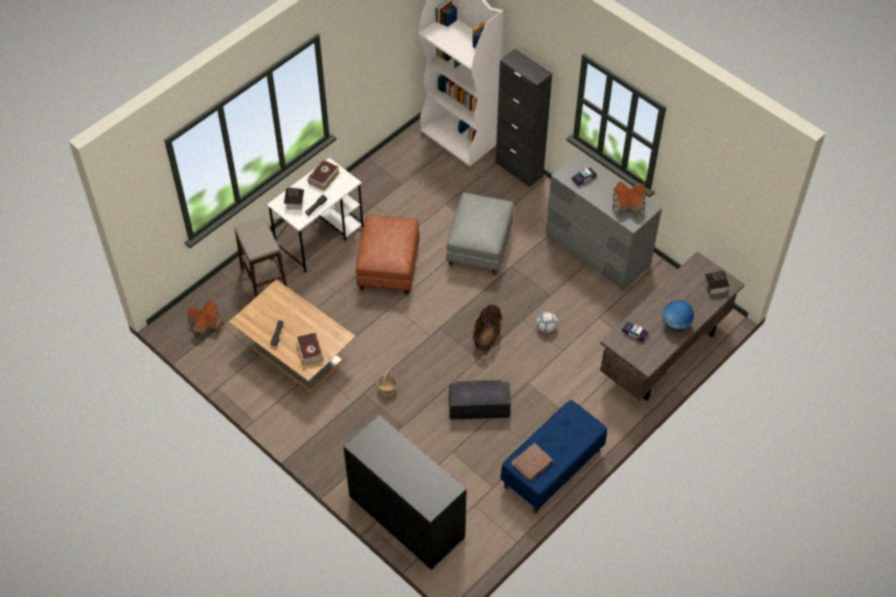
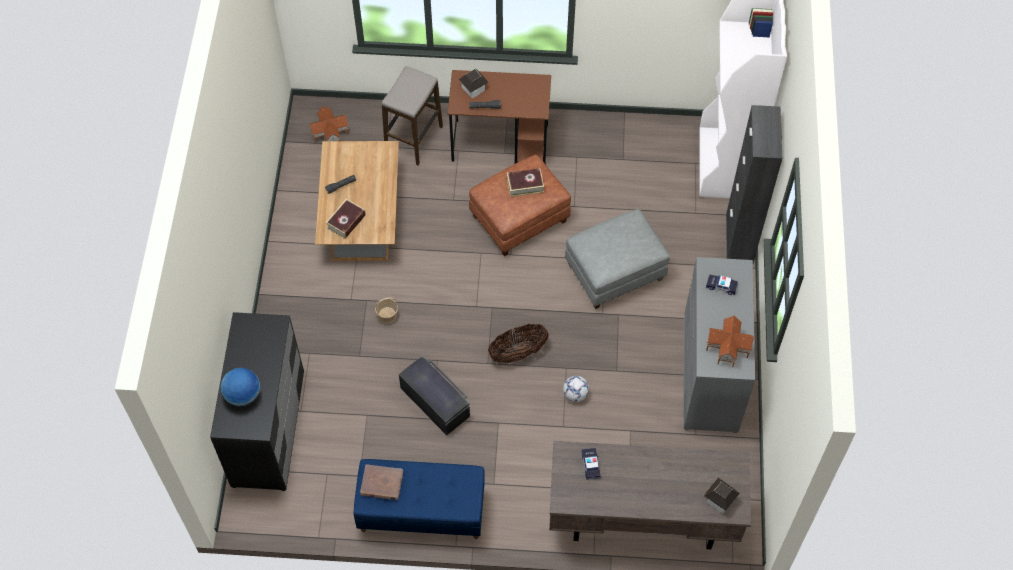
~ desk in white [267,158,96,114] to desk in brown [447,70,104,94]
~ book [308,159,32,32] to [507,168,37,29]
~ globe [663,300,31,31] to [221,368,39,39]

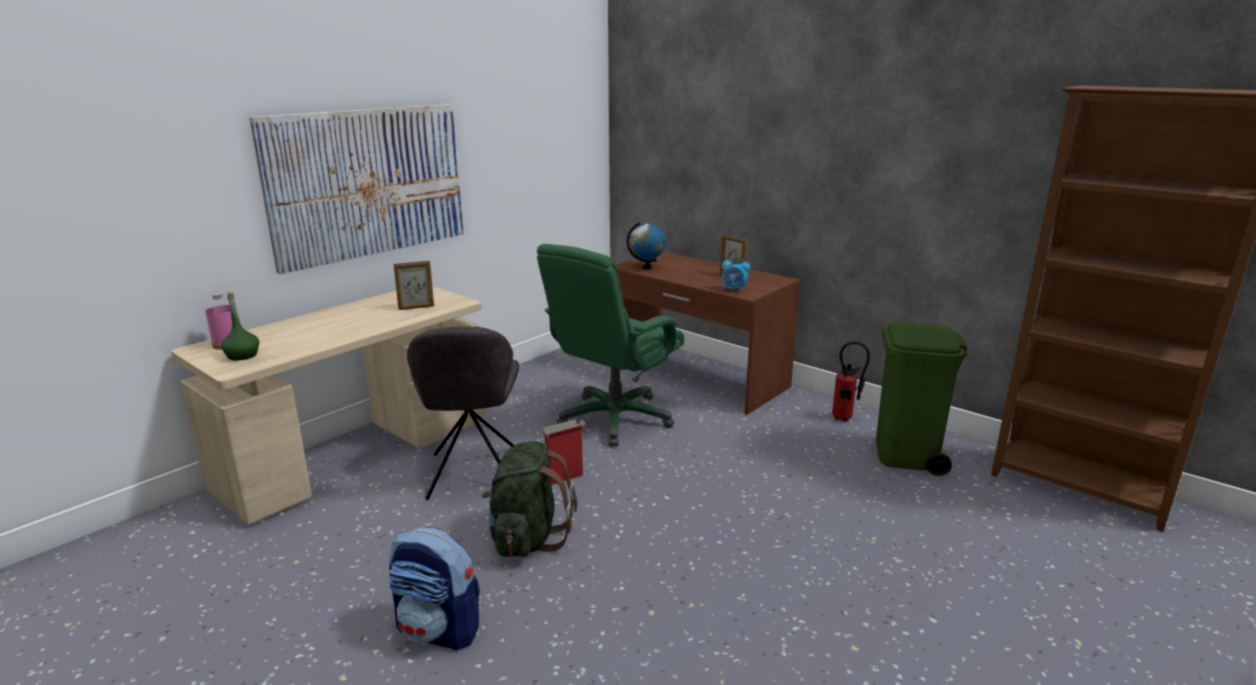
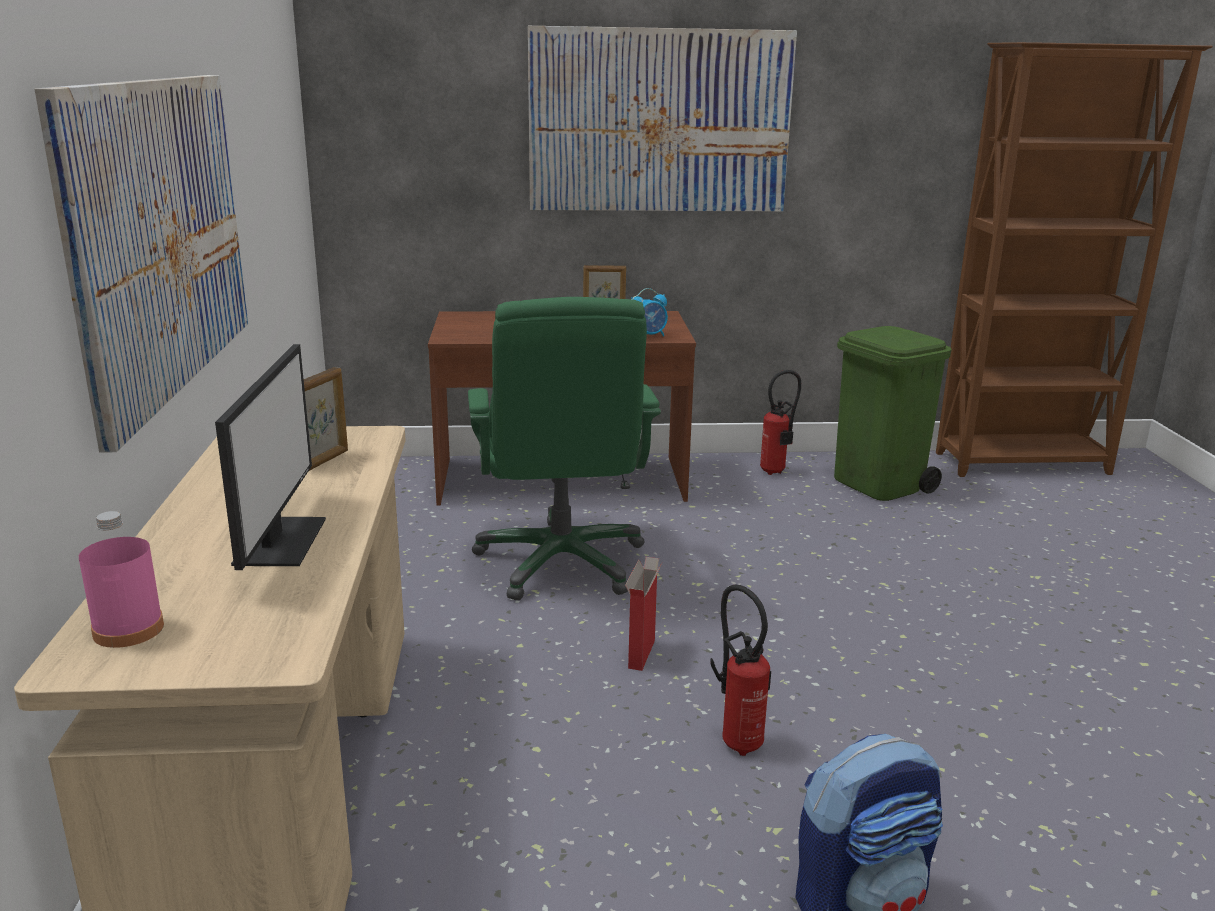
- globe [627,222,39,48]
- bottle in green [221,292,38,68]
- chair in grey [407,327,112,173]
~ backpack in green [482,441,95,117] to fire extinguisher [710,585,61,171]
+ picture [528,26,269,185]
+ monitor [215,344,111,226]

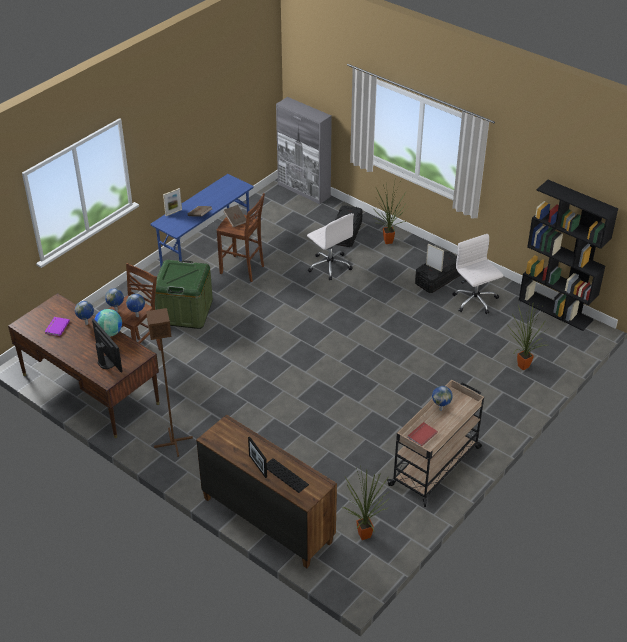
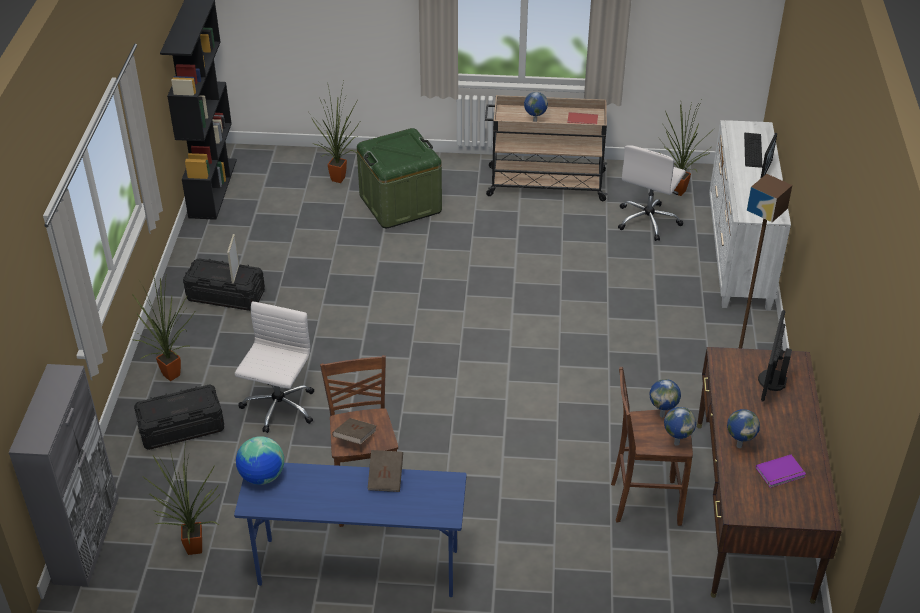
- picture frame [163,188,19,28]
~ office chair in white [452,234,51,80] to [618,146,68,95]
~ storage box in green [155,260,58,69] to [357,128,85,100]
~ globe [95,309,27,28] to [236,436,48,49]
~ dresser in brown [196,414,141,154] to dresser in white [709,120,82,190]
+ potted plant [143,441,78,114]

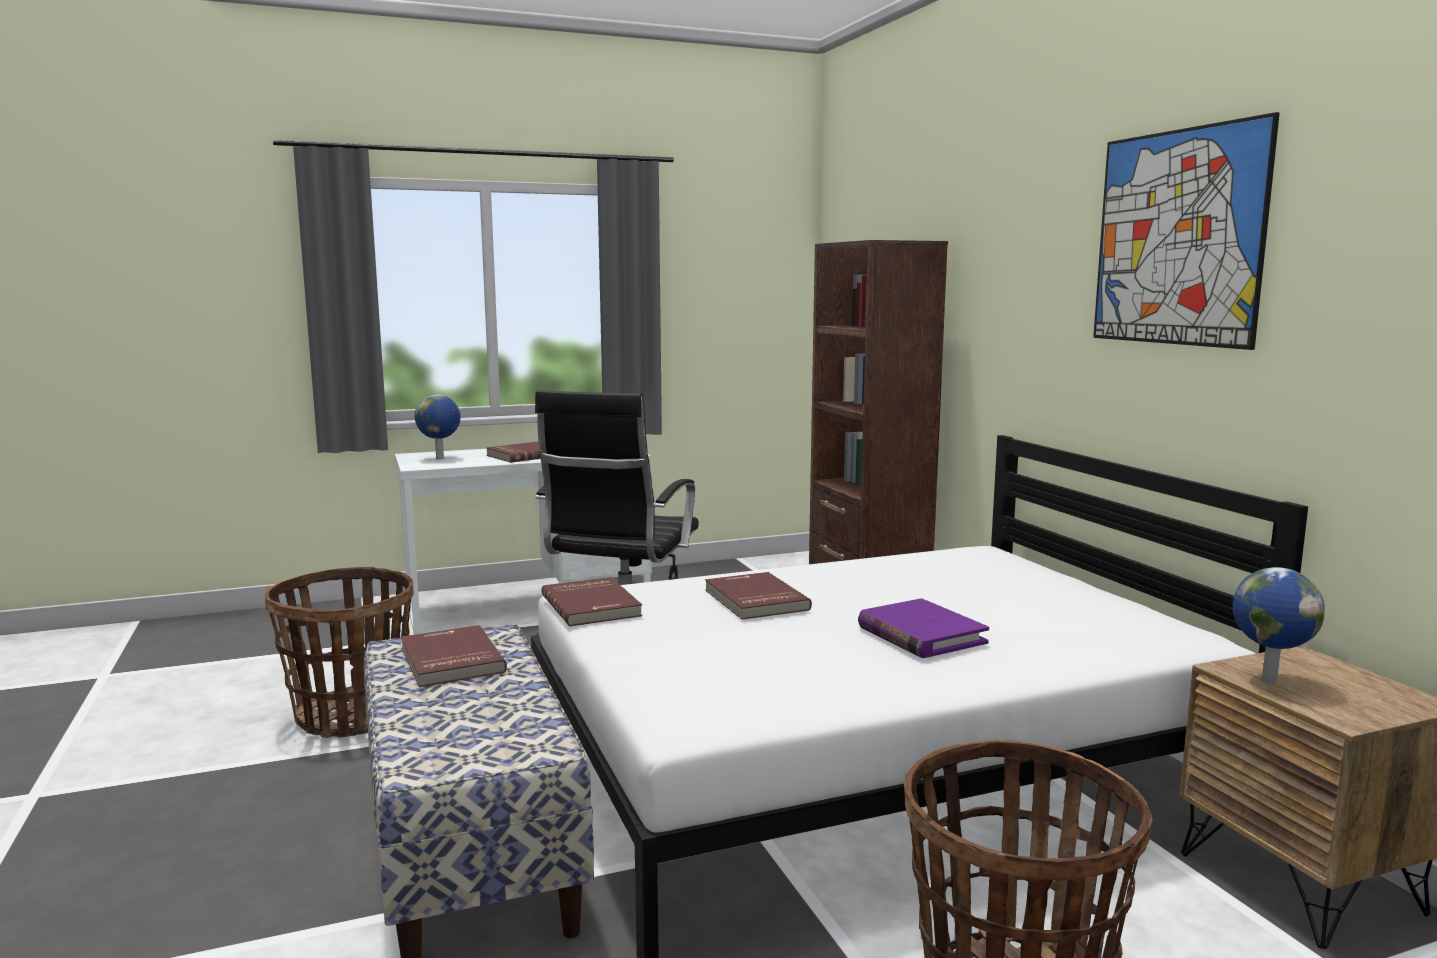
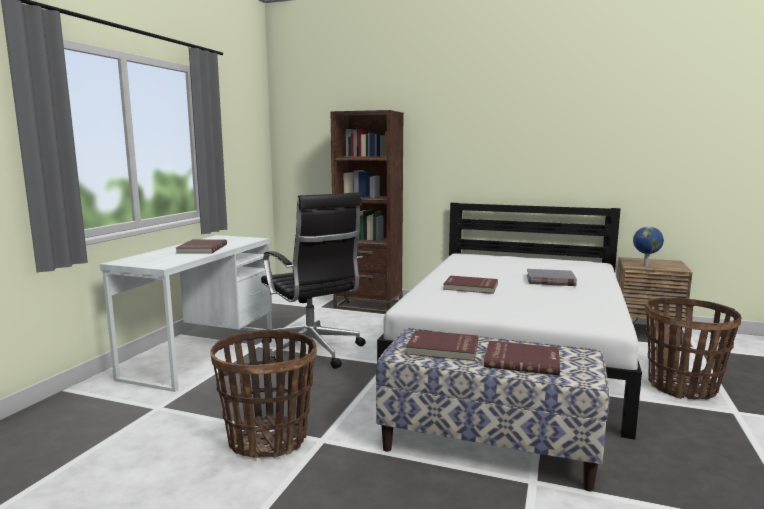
- picture [1093,112,187,238]
- globe [415,394,46,66]
~ book in red [542,577,100,49] to [484,341,76,34]
~ book in purple [858,598,131,60] to book in grey [527,269,50,17]

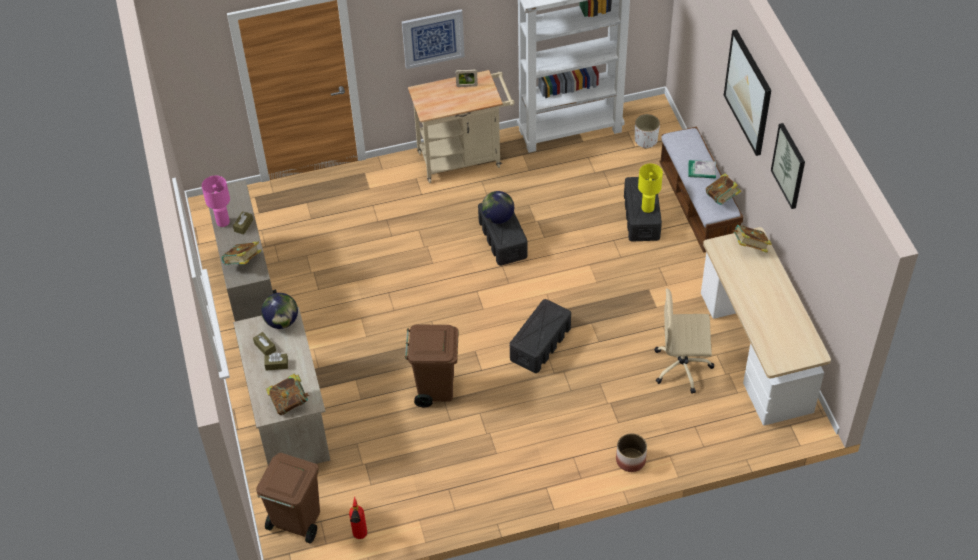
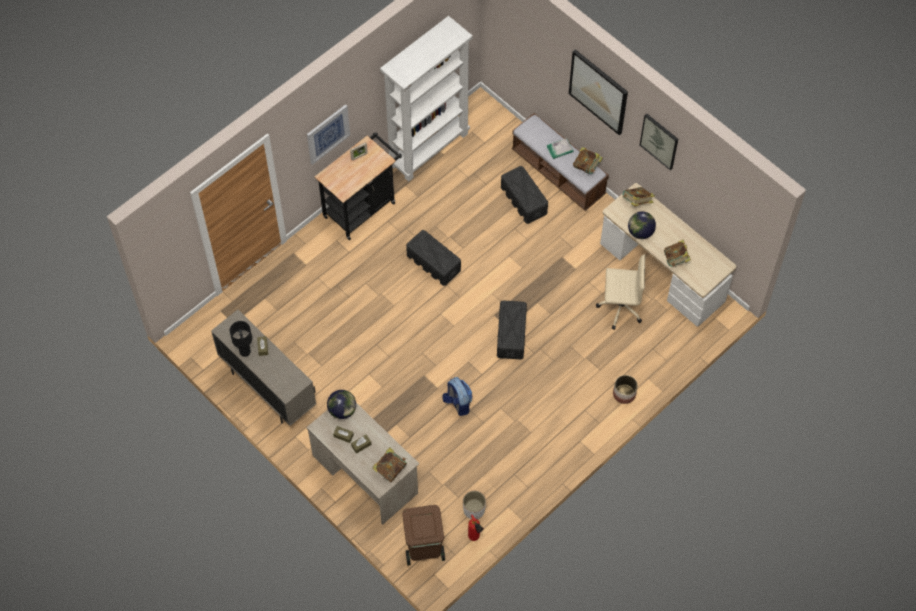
~ cart in beige [408,70,106,113] to cart in black [315,132,87,108]
~ planter in white [635,114,25,35] to [463,490,23,30]
- table lamp in yellow [638,164,25,49]
~ table lamp in pink [202,176,28,51] to table lamp in black [230,321,22,36]
~ globe [482,191,32,33] to [628,211,28,28]
~ book [222,241,40,24] to [664,239,27,28]
~ office chair in beige [654,288,60,106] = [596,254,49,76] 150 degrees counterclockwise
~ trash can in brown [405,325,54,82] to backpack [442,377,30,39]

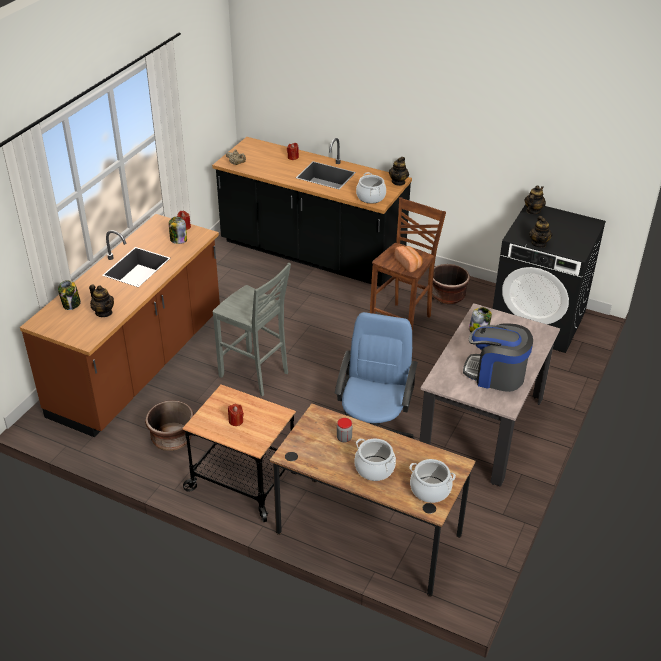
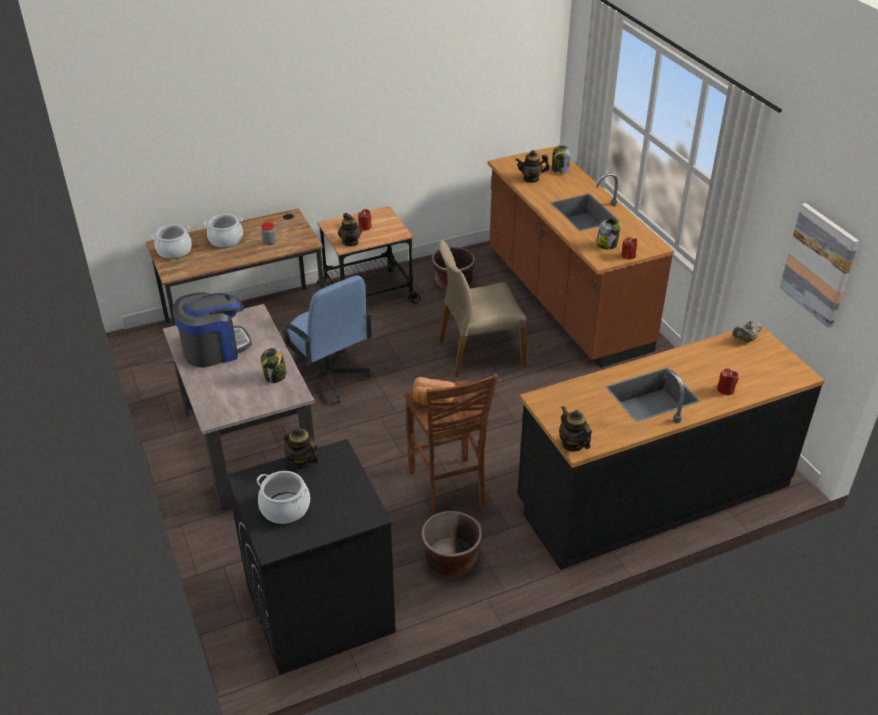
~ cooking pot [356,172,30,32] to [256,471,54,53]
~ teapot [525,185,21,29] to [338,213,24,33]
~ stool in grey [213,263,78,133] to chair in beige [439,240,88,137]
+ picture [779,203,80,125]

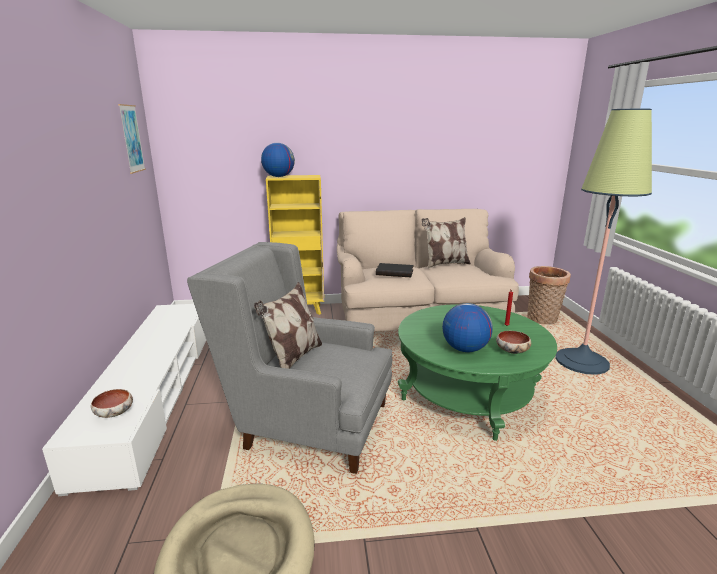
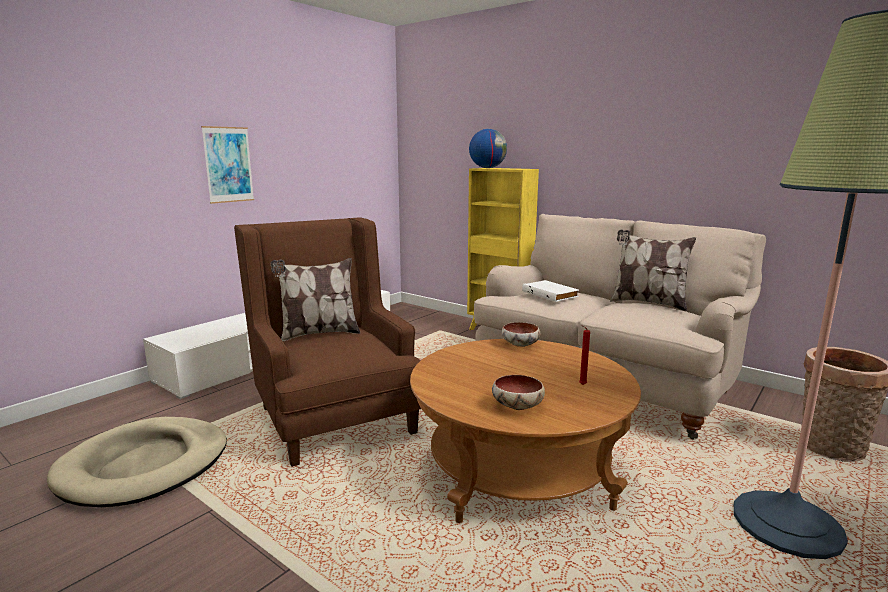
~ picture [118,104,28,70] to [201,126,53,78]
~ armchair in grey [187,242,205,232] to armchair in brown [234,217,187,250]
~ book in black [376,263,38,14] to book in white [522,280,57,22]
- globe [442,303,51,49]
~ coffee table in green [398,304,159,137] to coffee table in brown [410,339,231,184]
~ bowl [91,389,42,29] to [502,322,39,25]

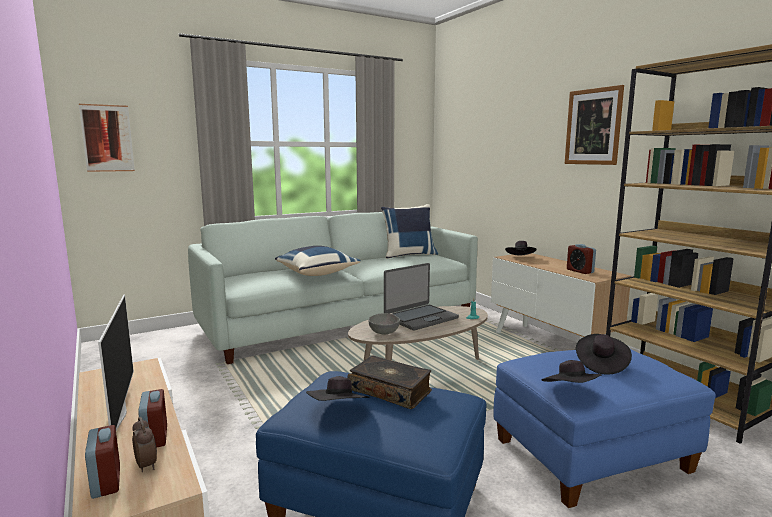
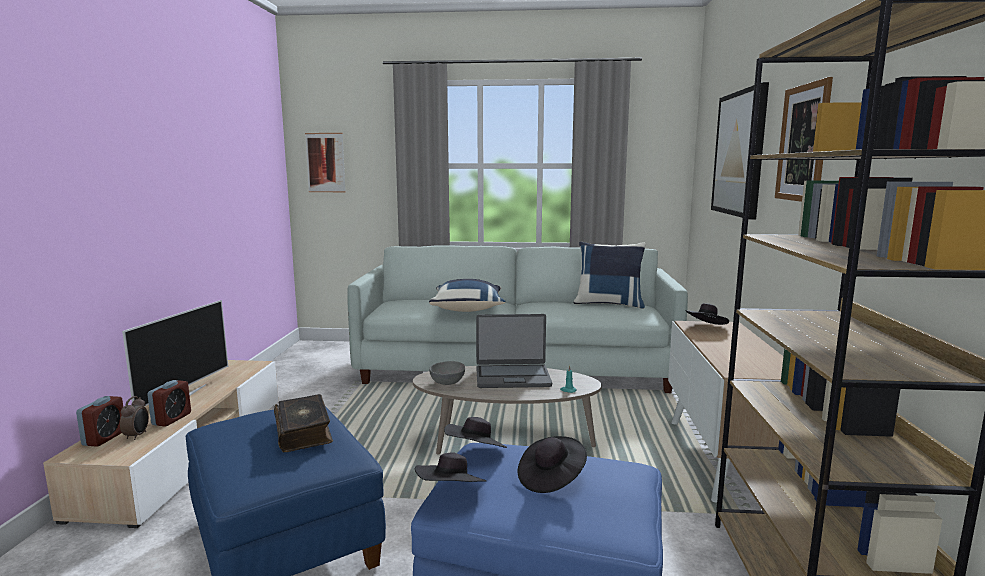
- alarm clock [567,244,29,30]
~ hat in black [306,376,63,25] to [444,417,63,31]
+ picture [711,82,58,137]

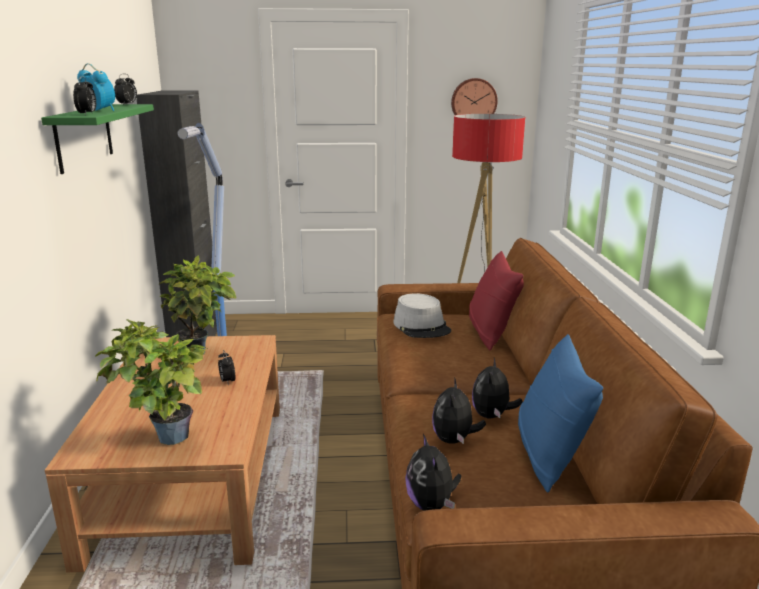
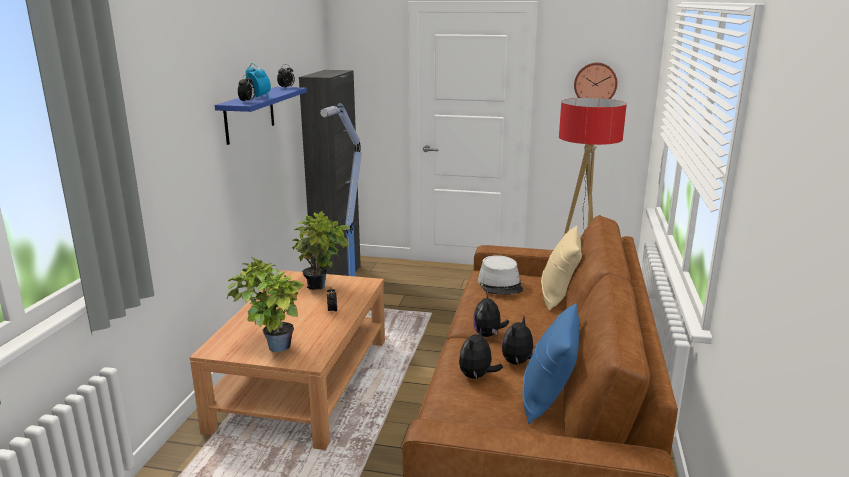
~ shelf in green [41,104,113,70] to shelf in blue [215,87,92,58]
~ pillow in red [469,251,55,99] to pillow in beige [541,226,41,85]
~ plush toy [405,434,56,77] to [473,292,36,45]

